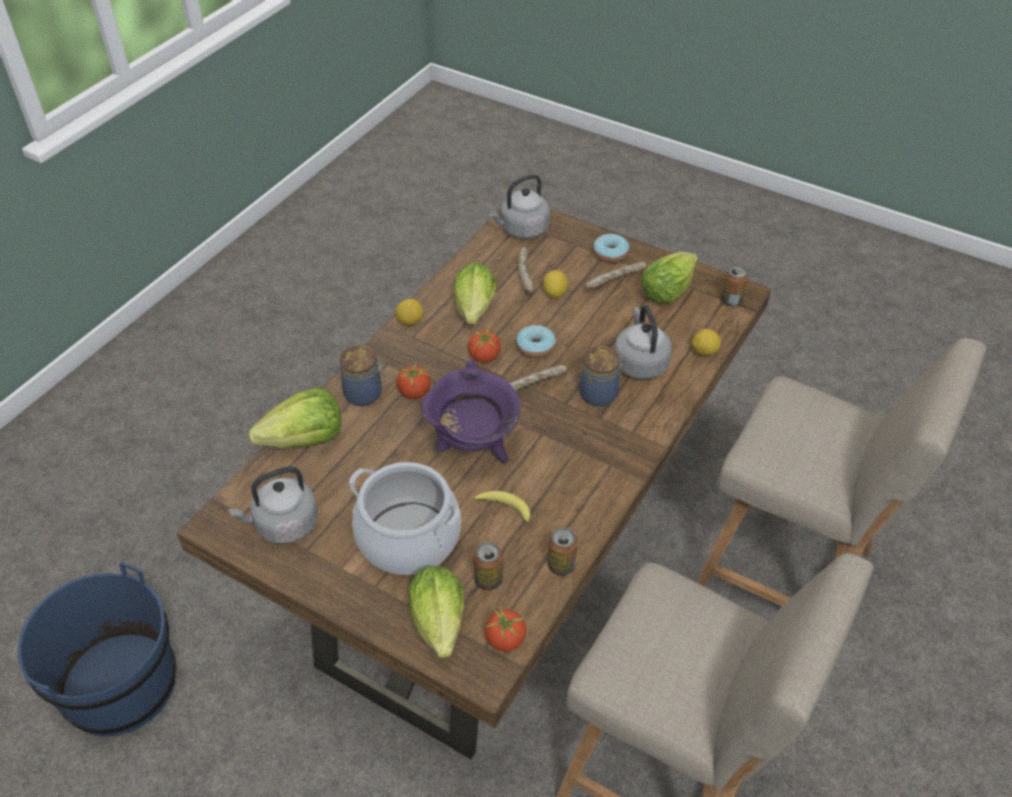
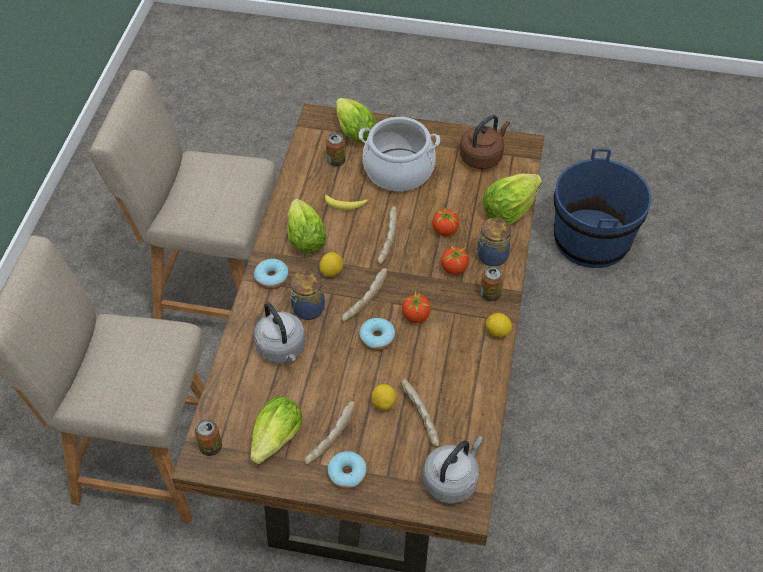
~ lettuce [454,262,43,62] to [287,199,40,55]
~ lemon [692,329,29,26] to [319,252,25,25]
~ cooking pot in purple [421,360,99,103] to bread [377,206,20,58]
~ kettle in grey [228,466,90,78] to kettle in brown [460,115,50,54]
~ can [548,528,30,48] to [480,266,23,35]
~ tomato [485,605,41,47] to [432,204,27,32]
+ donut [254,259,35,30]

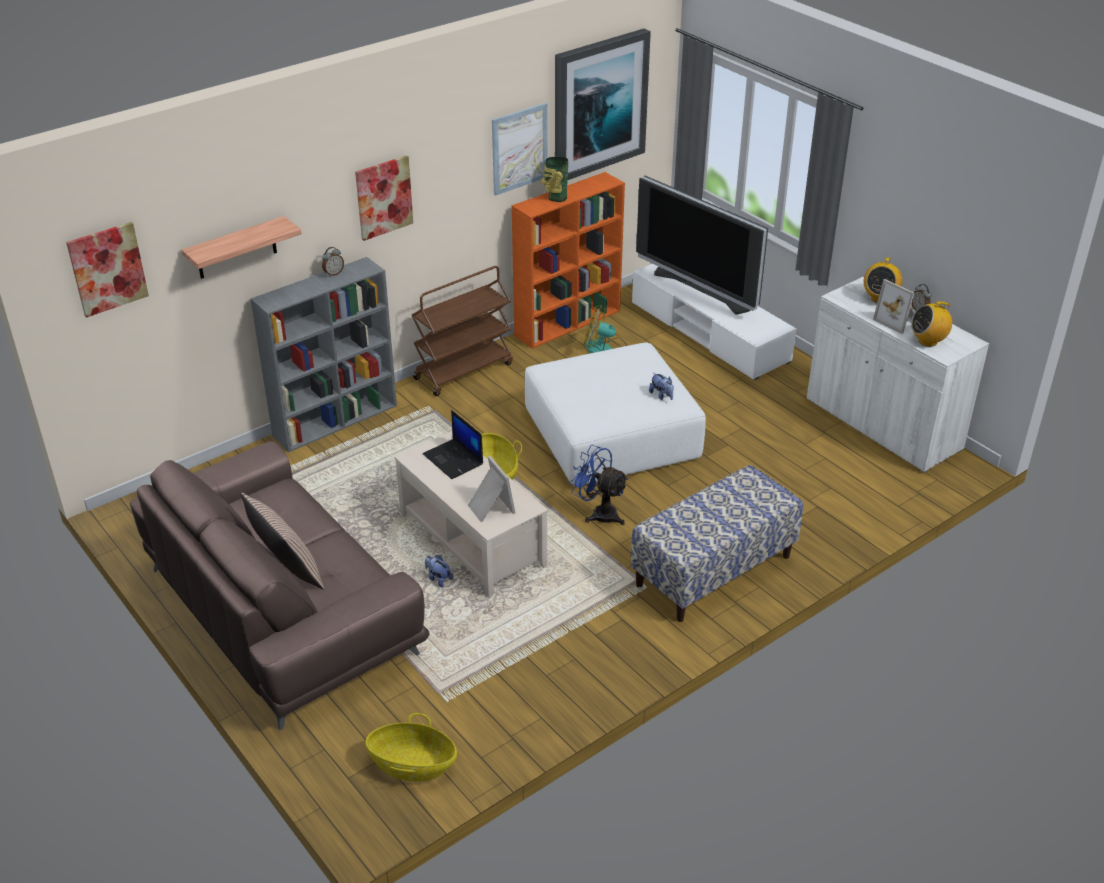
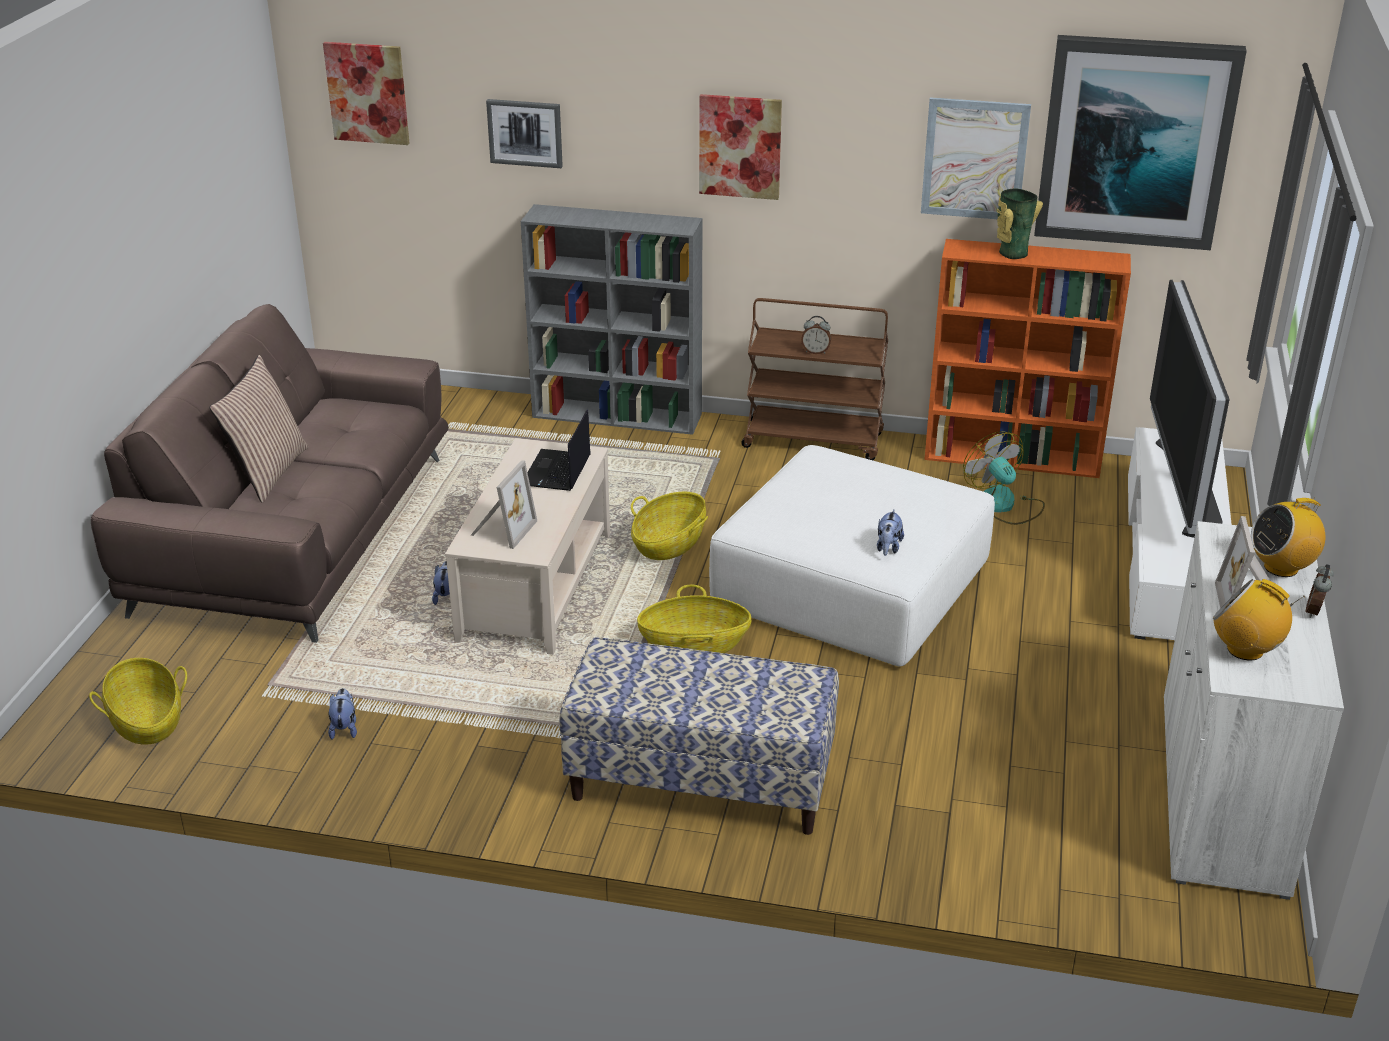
~ shelf [182,216,120,63] to picture [486,99,77,69]
~ alarm clock [322,247,22,30] to [801,316,30,38]
~ fan in blue [569,445,59,80] to basket [637,585,115,68]
+ plush toy [328,688,29,52]

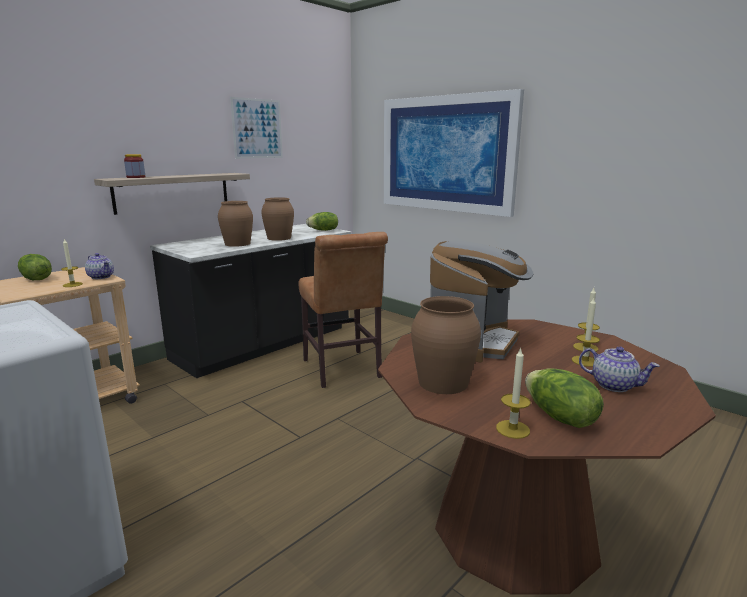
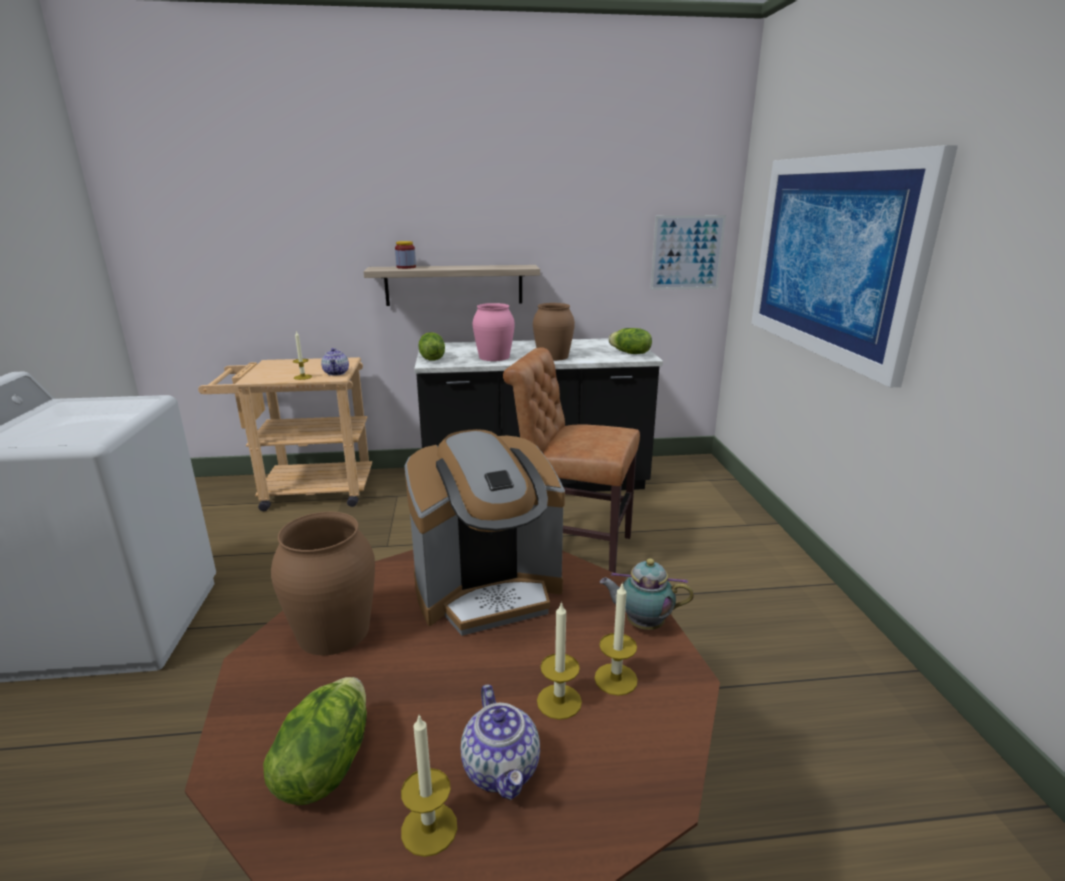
~ picture [230,97,53,62] to [650,215,76,75]
~ vase in brown [218,201,35,46] to vase in pink [472,303,43,58]
~ chair in brown [299,232,89,156] = [503,347,137,226] 90 degrees clockwise
~ lettuce [18,254,34,26] to [418,332,27,29]
~ candle [496,348,34,91] to [401,716,56,141]
+ teapot [600,558,94,72]

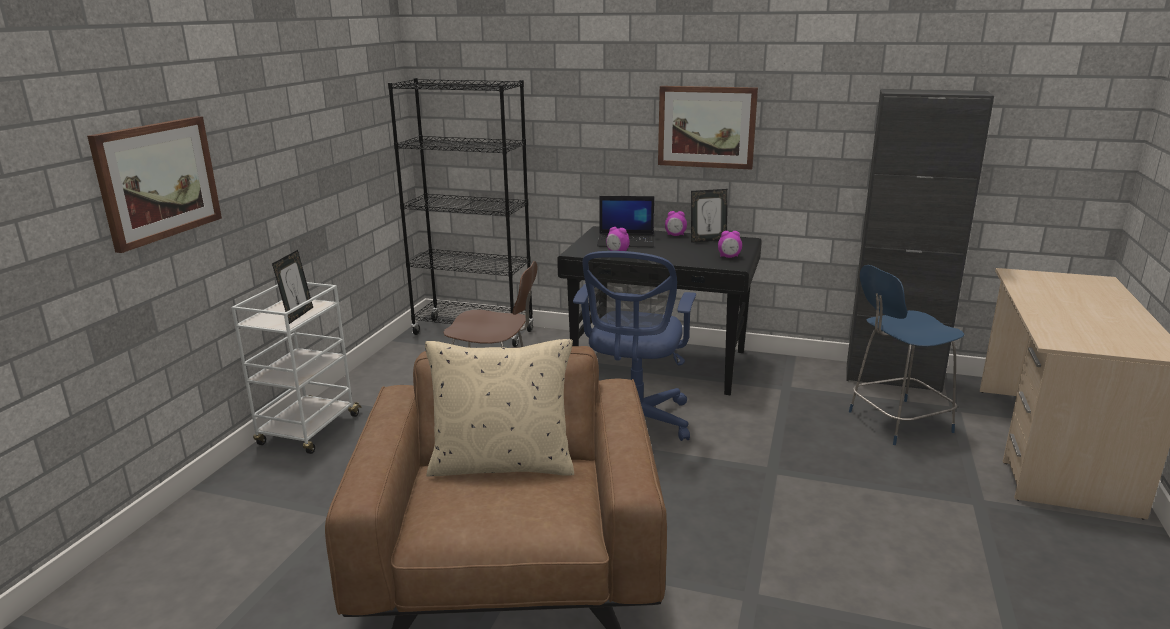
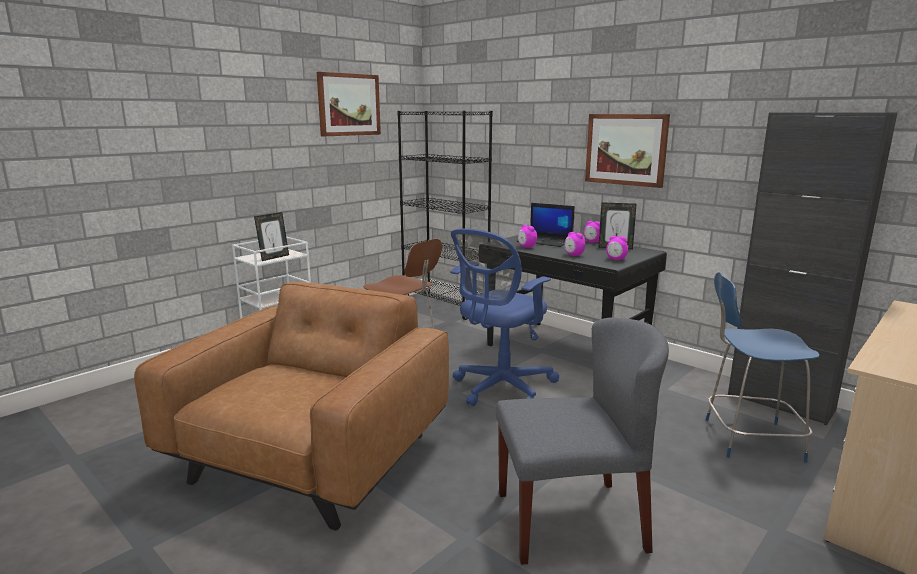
~ picture [87,116,135,137] to [317,72,64,64]
- pillow in beige [425,339,149,137]
+ alarm clock [564,232,21,24]
+ chair in grey [496,318,173,247]

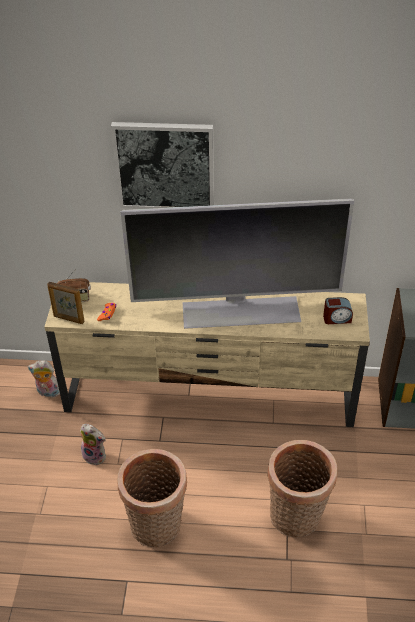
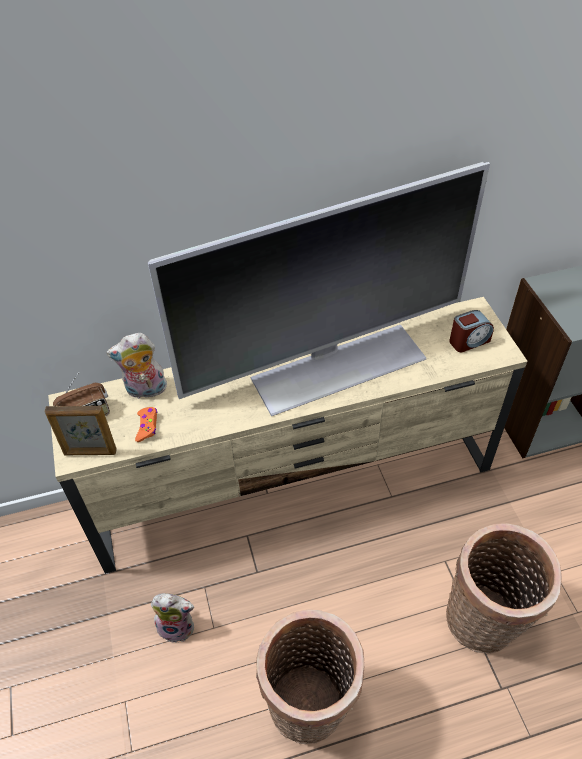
- picture [111,122,103,87]
~ plush toy [27,361,33,37] to [106,333,61,66]

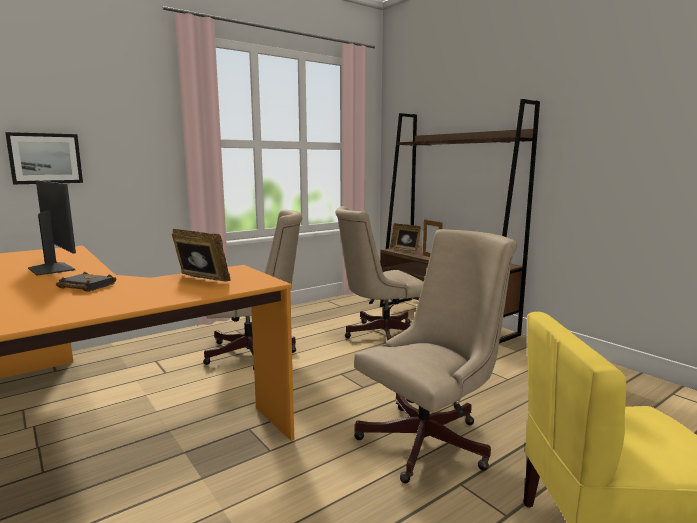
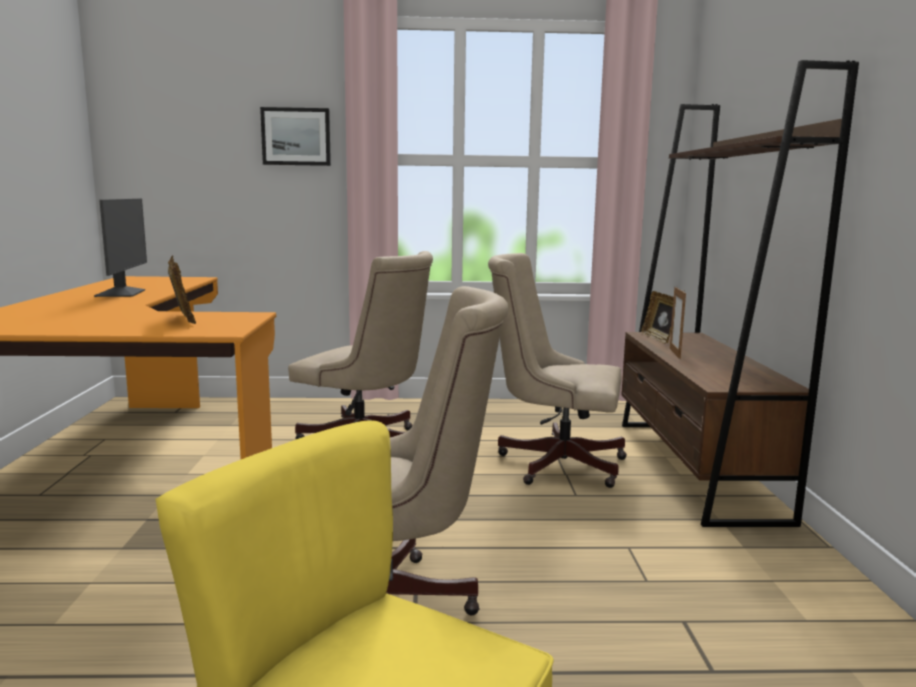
~ picture [5,132,78,52] to [260,107,71,59]
- book in black [56,272,60,20]

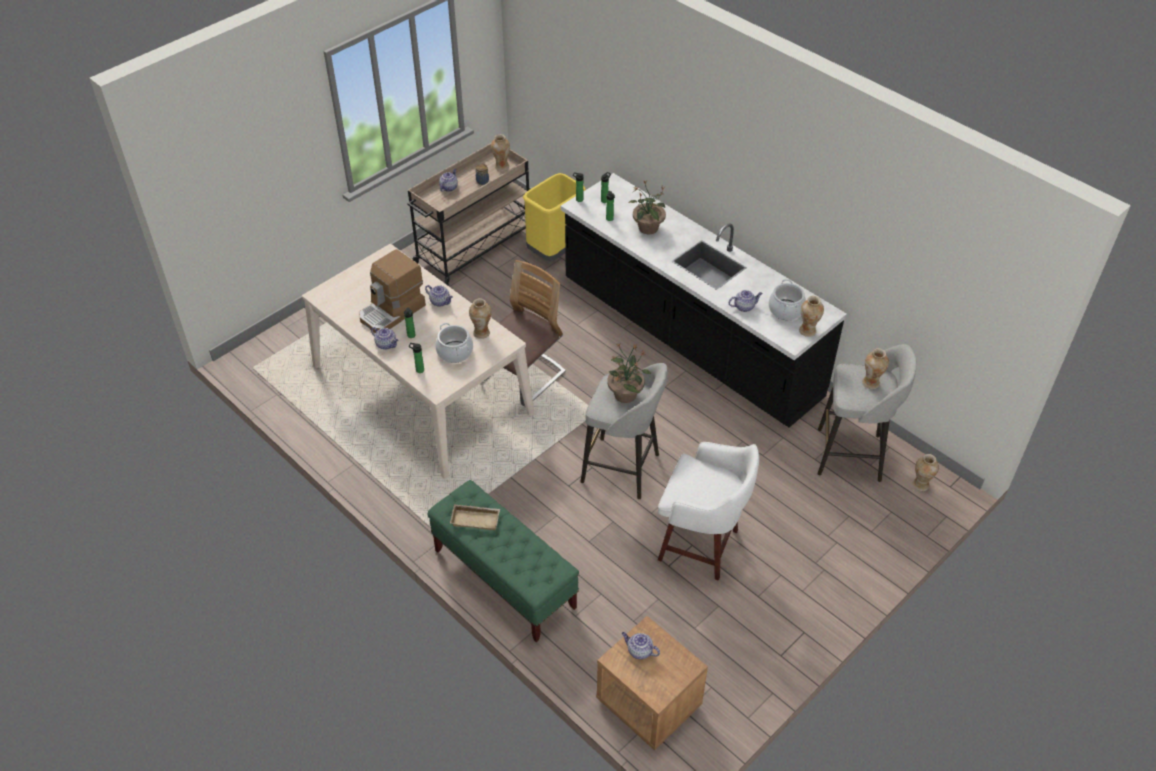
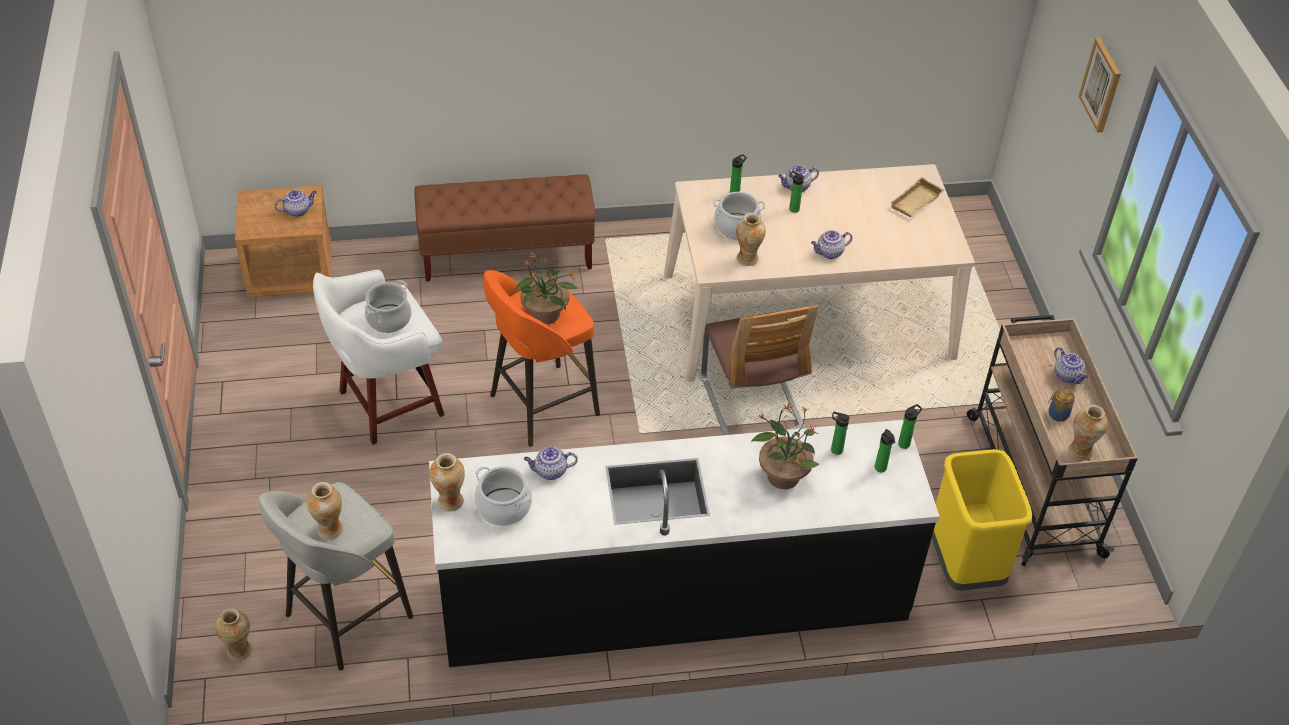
- coffee machine [359,249,67,84]
~ teapot [729,290,34,22] = [524,447,54,33] 60 degrees clockwise
~ stool in grey [580,363,88,136] to stool in orange [484,270,116,177]
~ bench in green [427,480,152,162] to bench in brown [414,174,182,108]
~ tray in beige [450,504,50,26] to [890,177,54,40]
+ picture [1078,38,43,95]
+ cooking pot [364,280,48,53]

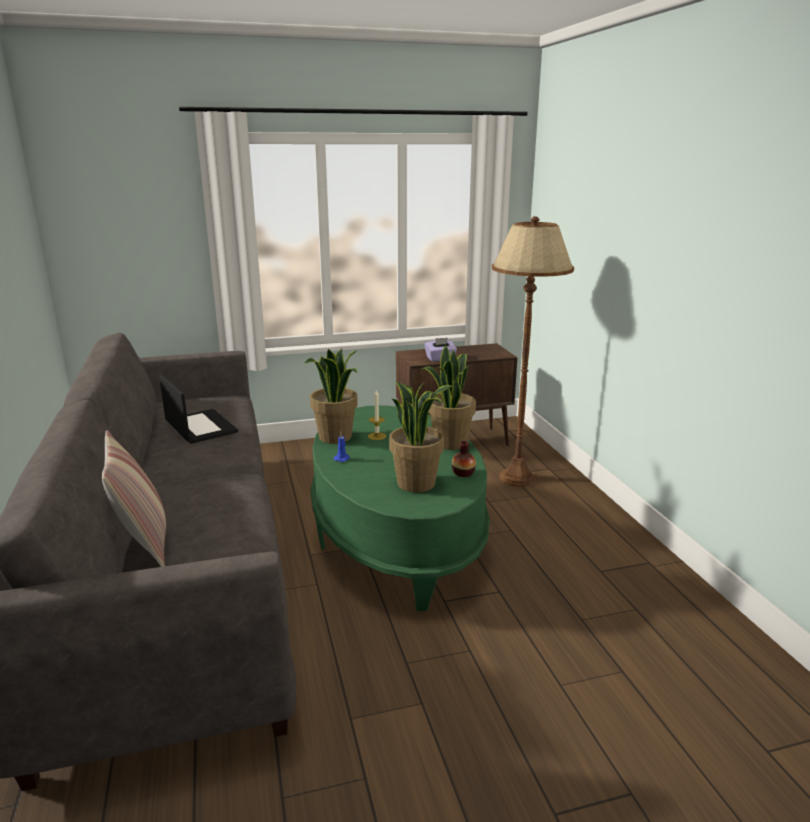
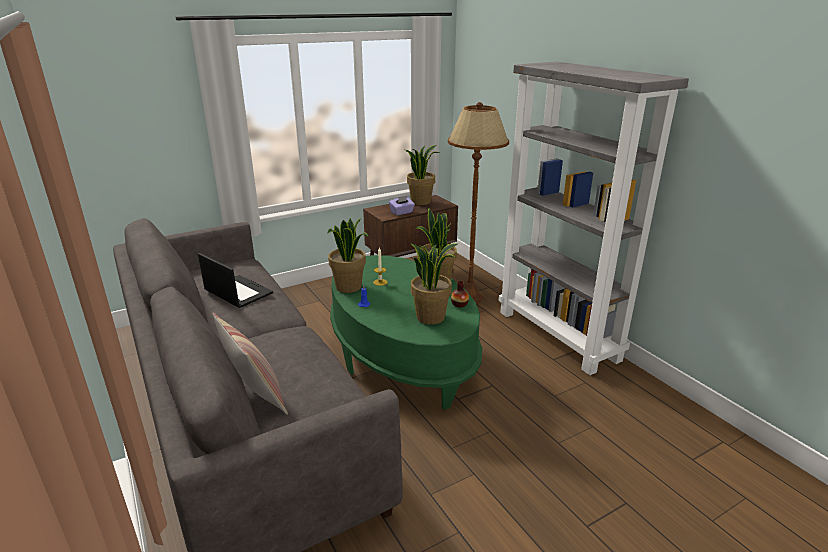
+ bookcase in grey [499,62,190,313]
+ potted plant [405,145,34,60]

